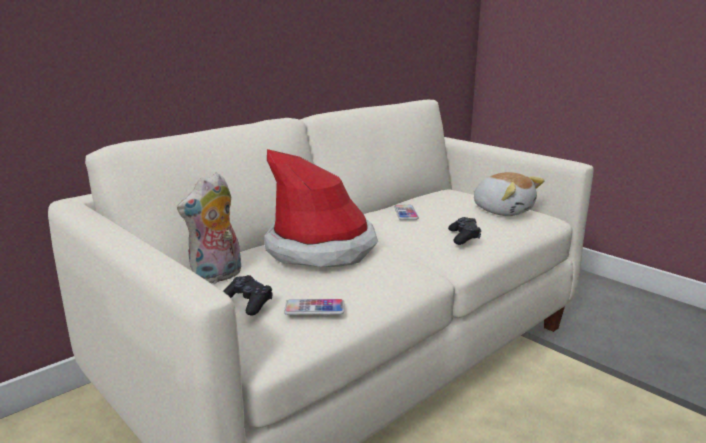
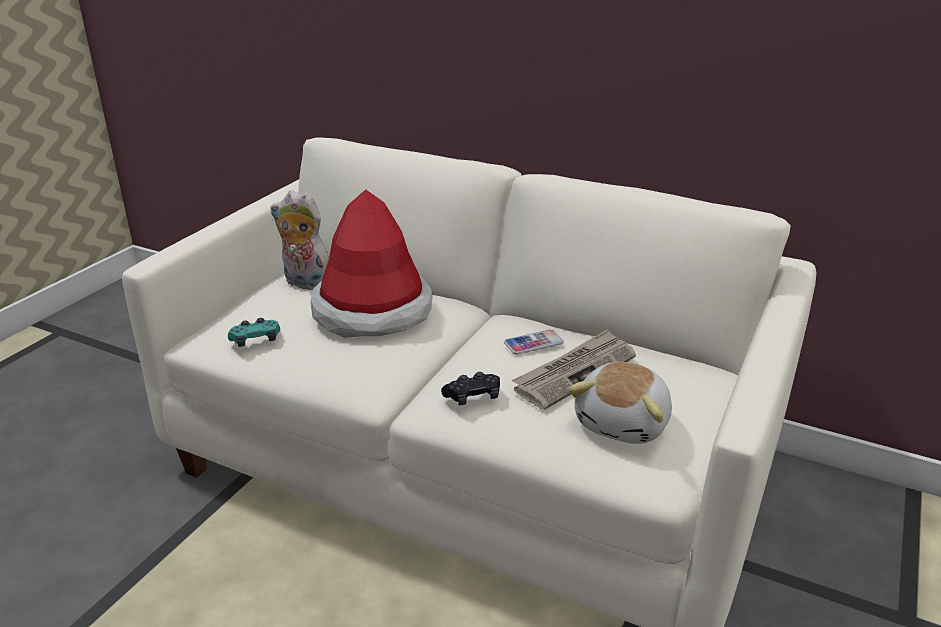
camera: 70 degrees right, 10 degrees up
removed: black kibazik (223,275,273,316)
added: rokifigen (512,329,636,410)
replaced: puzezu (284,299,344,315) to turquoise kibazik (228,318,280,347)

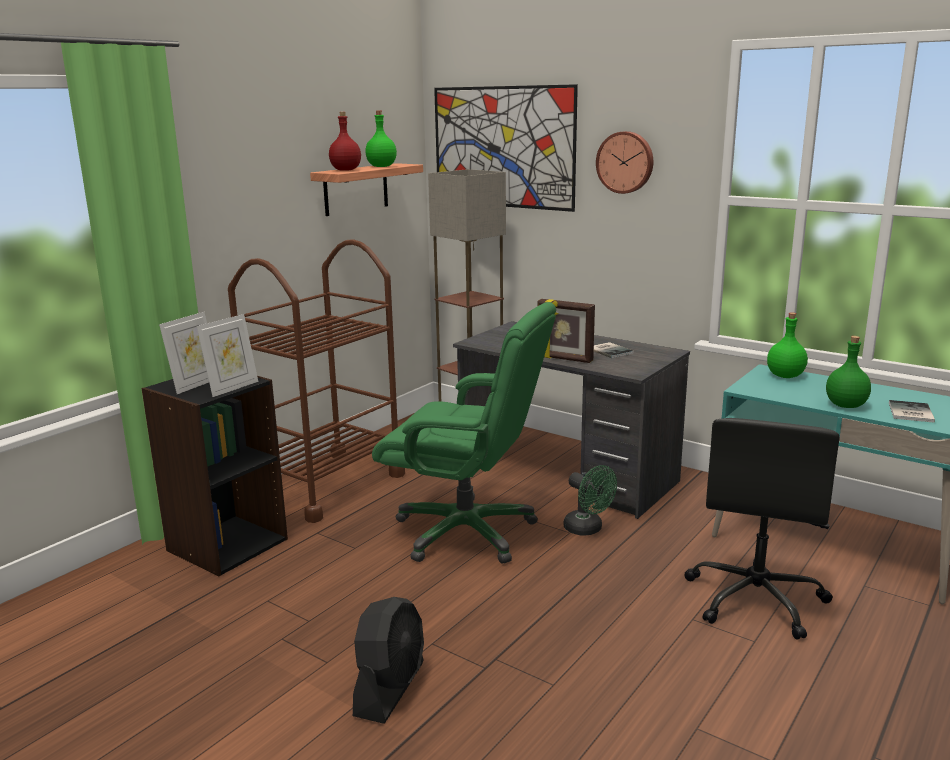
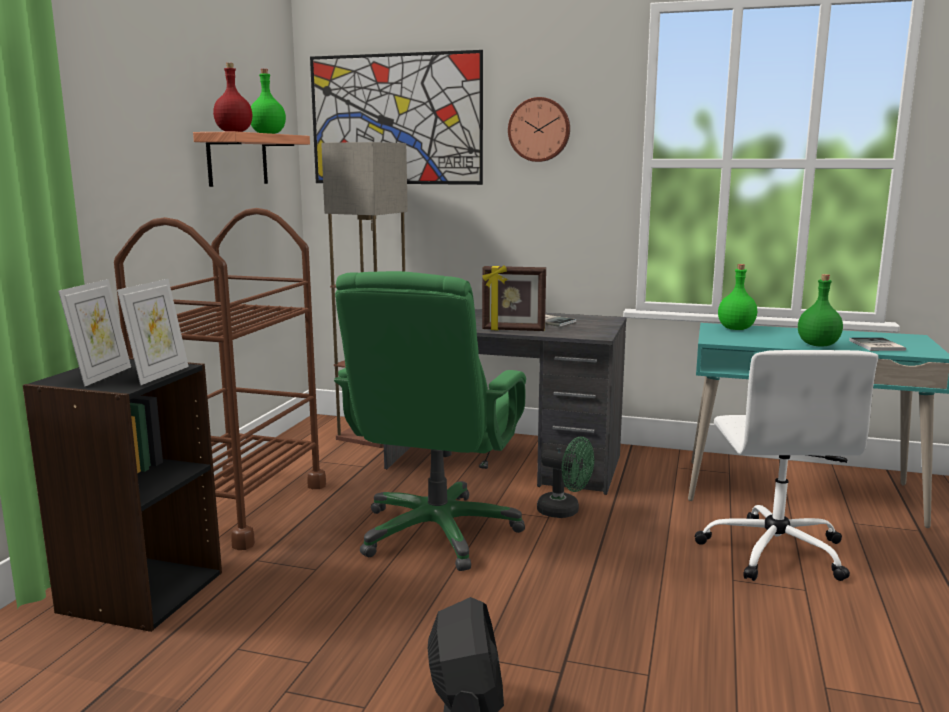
camera: 20 degrees left, 5 degrees down
recoloured: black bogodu (684,418,839,640) to white bogodu (695,350,878,581)
turned: green bogodu (372,302,556,564) = (334,271,526,571) 105 degrees clockwise

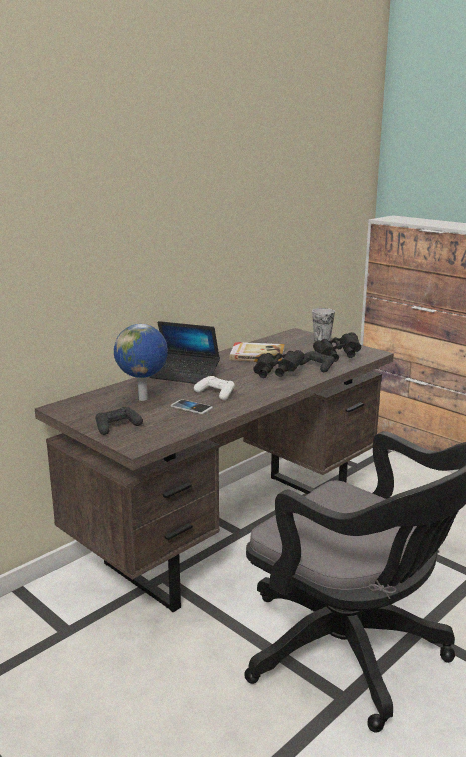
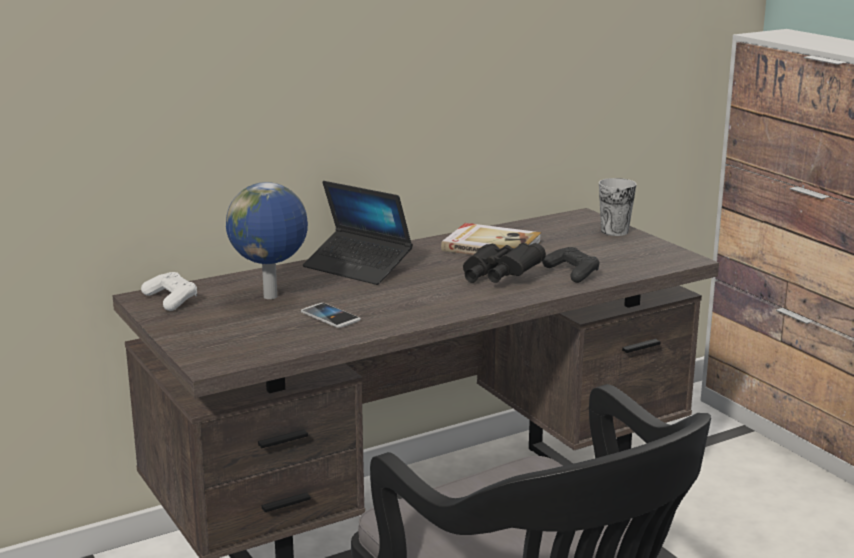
camera: 15 degrees right, 0 degrees up
removed: black kibazik (95,407,143,435); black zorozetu (313,332,361,362)
moved: white kibazik (194,376,235,400) to (141,272,197,311)

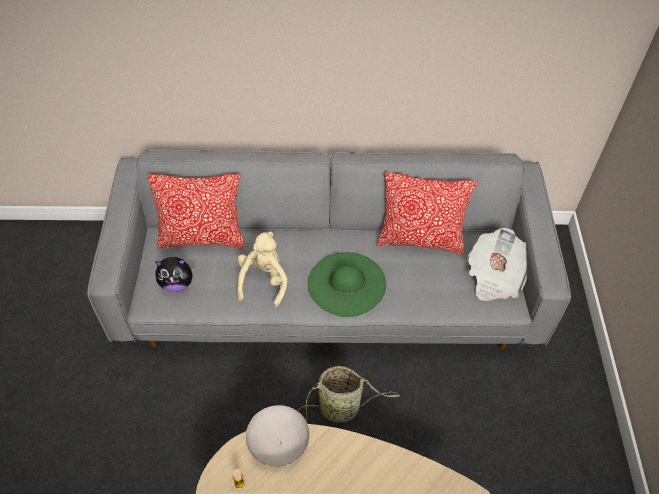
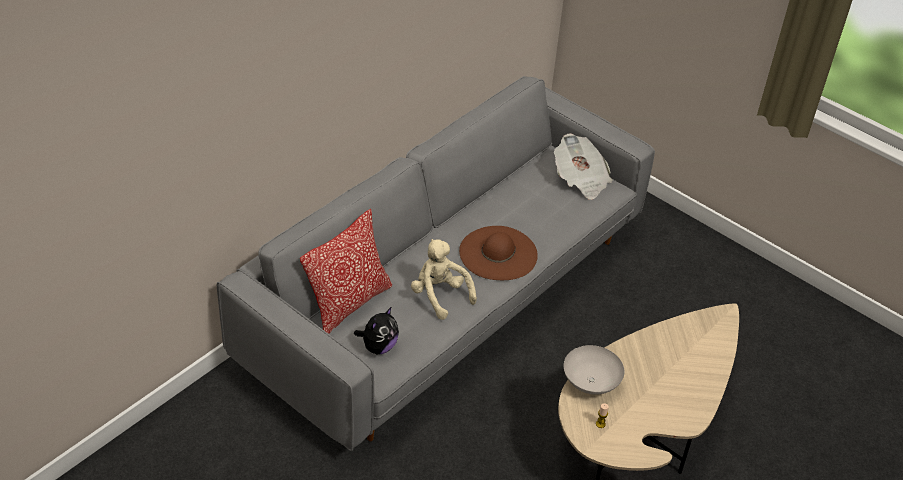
camera: 50 degrees left, 10 degrees down
removed: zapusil (298,366,400,423); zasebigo (377,172,478,255)
recoloured: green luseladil (308,252,386,317) to brown luseladil (459,226,538,280)

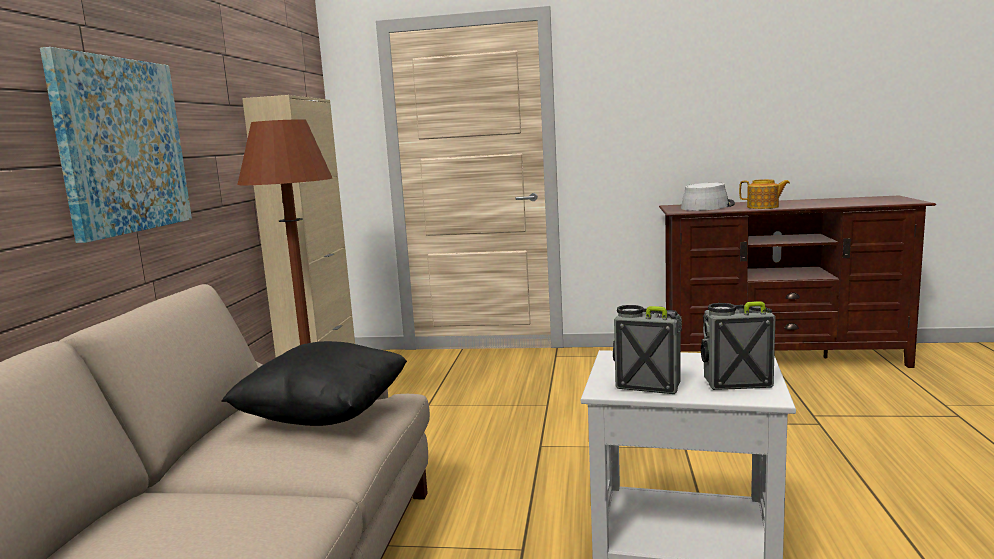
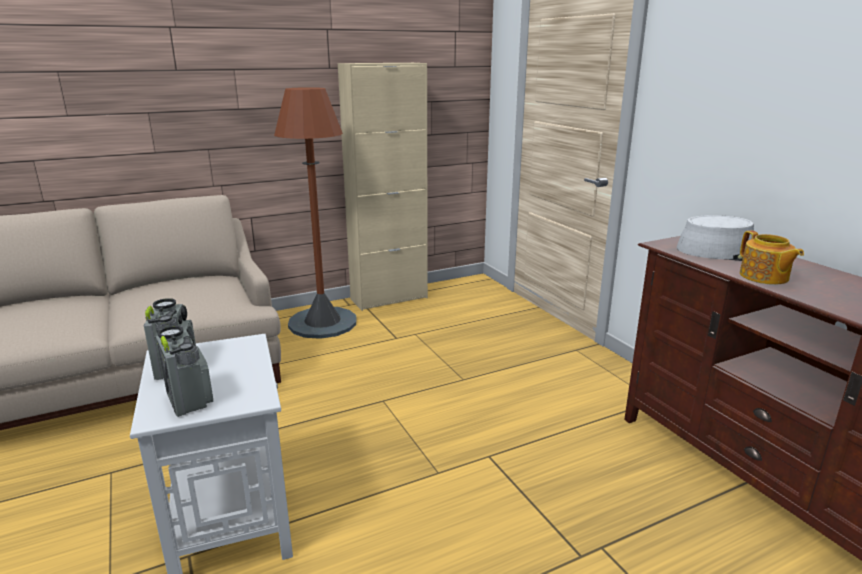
camera: 55 degrees right, 10 degrees up
removed: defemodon (40,47,192,243); black zasebigo (221,341,407,426)

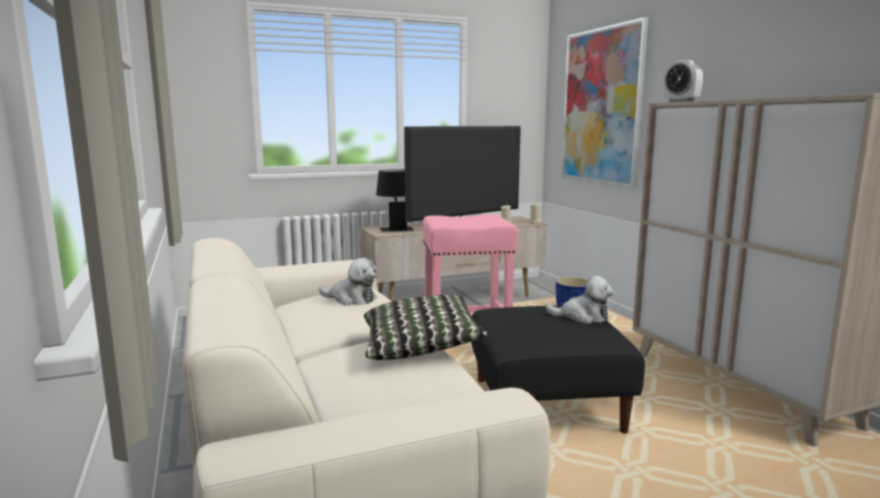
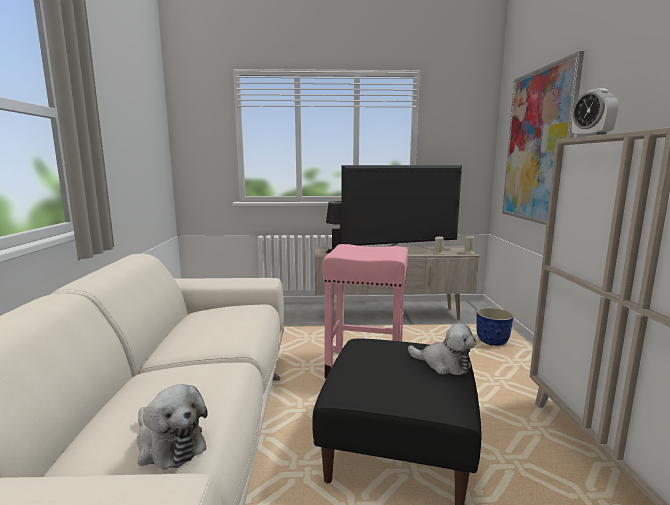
camera: 20 degrees right, 0 degrees up
removed: zasebigo (364,295,487,360)
moved: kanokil (319,258,377,305) to (137,384,208,470)

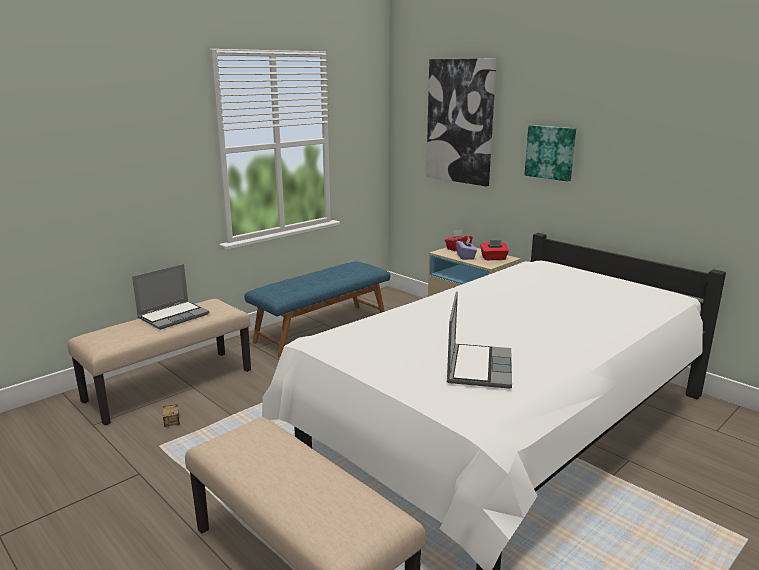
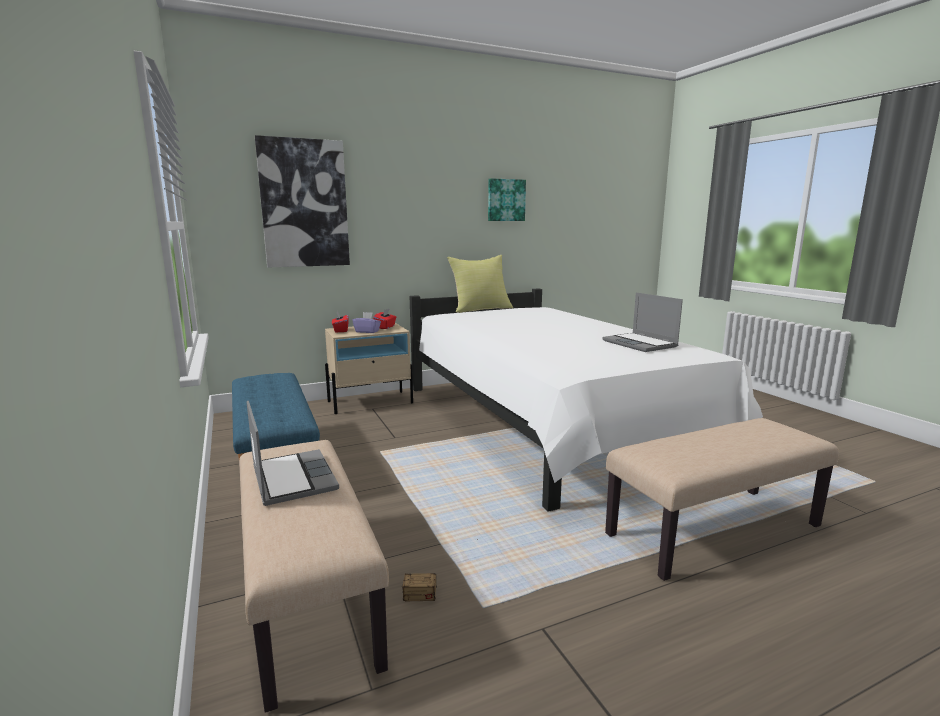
camera: 70 degrees left, 5 degrees down
added: yellow zasebigo (447,255,513,313)
moved: defemodon (524,125,576,182) to (488,178,526,221)
turned: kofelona (447,291,512,389) = (603,292,683,352) 150 degrees counterclockwise

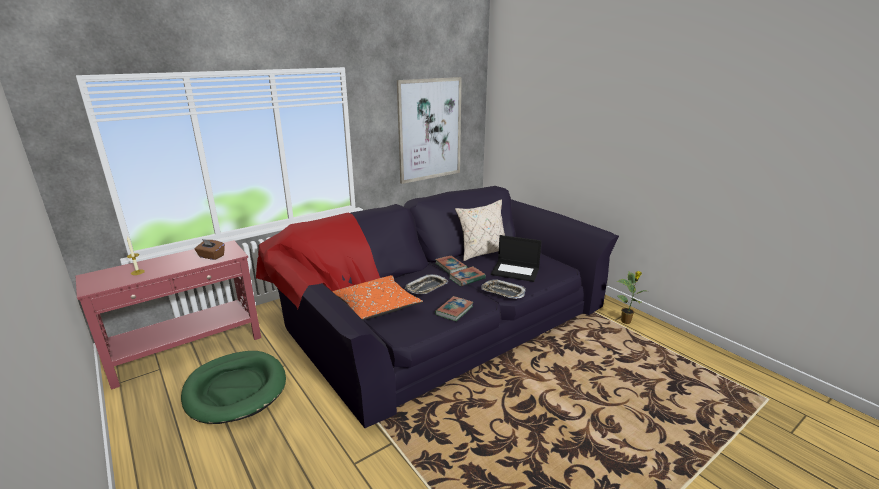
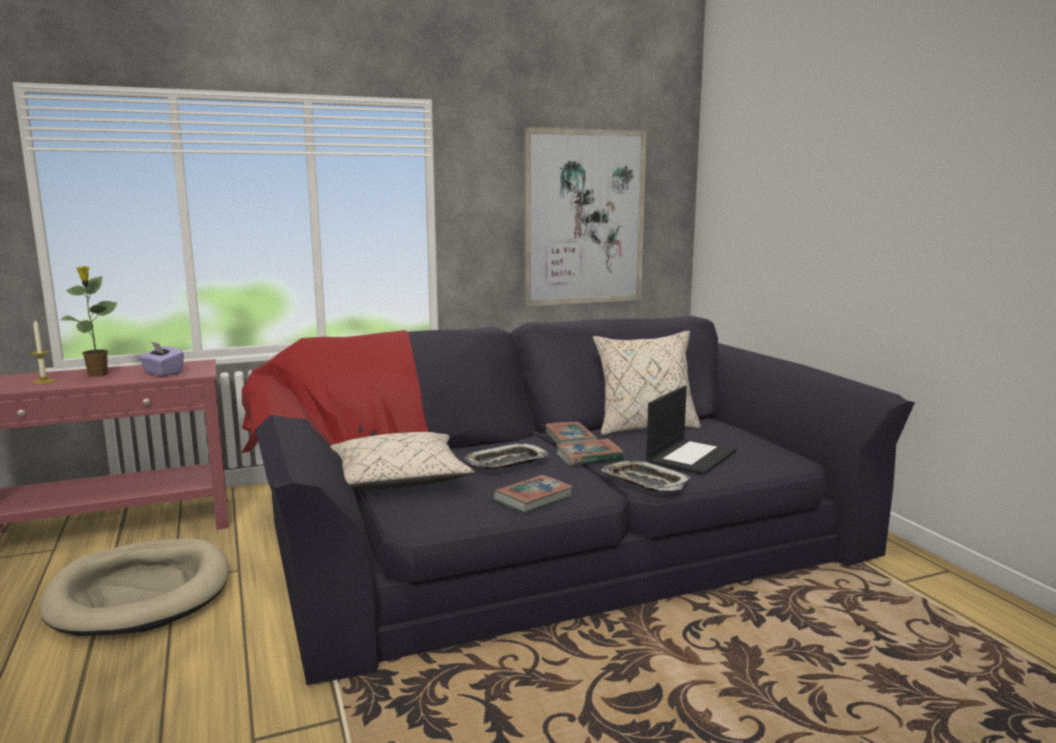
camera: 15 degrees right, 10 degrees down
moved: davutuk (617,271,646,324) to (60,266,117,377)
recoloured: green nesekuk (181,351,286,424) to beige nesekuk (40,539,229,636); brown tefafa (194,239,225,260) to purple tefafa (139,341,184,376); orange zasebigo (332,275,423,320) to beige zasebigo (330,432,475,490)
turned: kofelona (491,235,542,282) = (646,386,737,475) 90 degrees counterclockwise

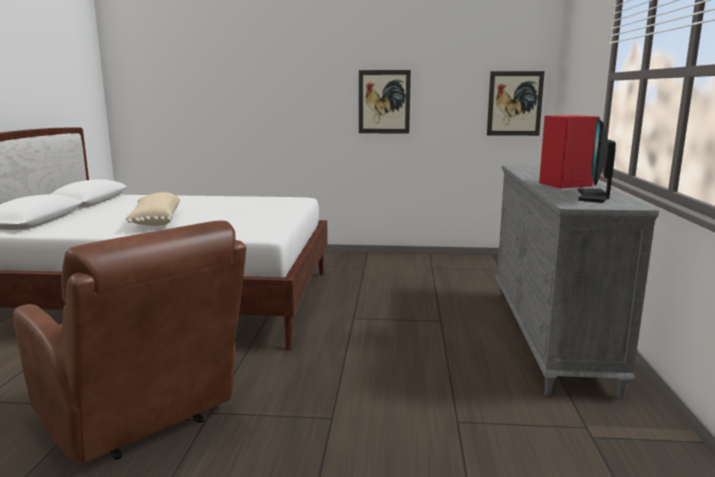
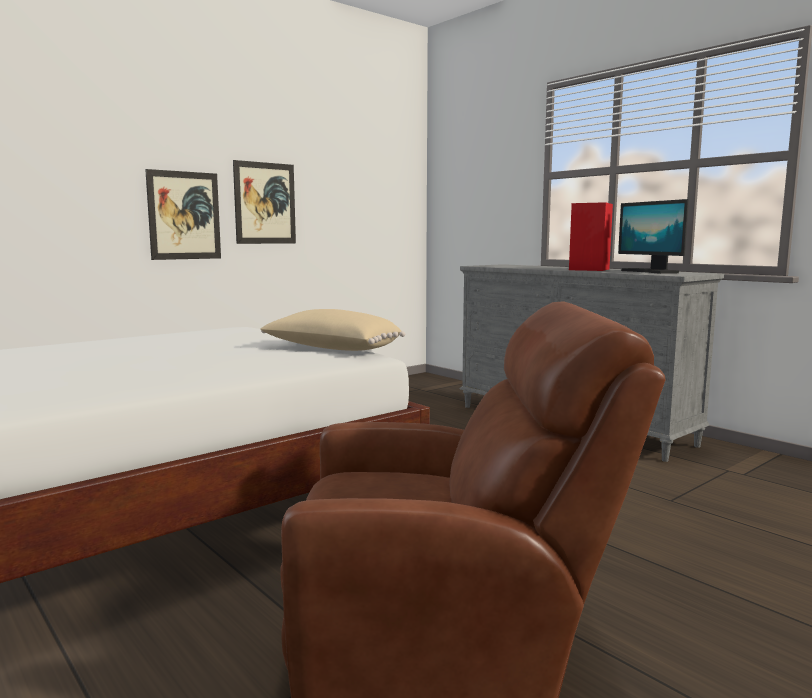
camera: 45 degrees left, 5 degrees down
moved: beige zasebigo (125,192,180,226) to (260,309,405,351); defemodon (487,71,545,136) to (145,169,221,260)

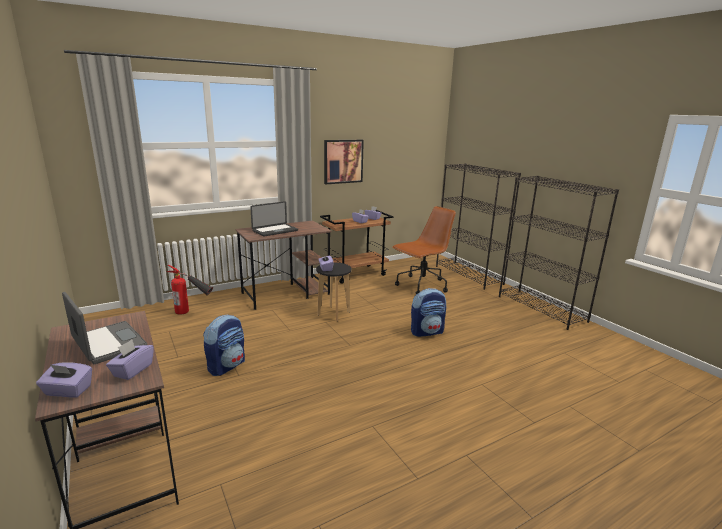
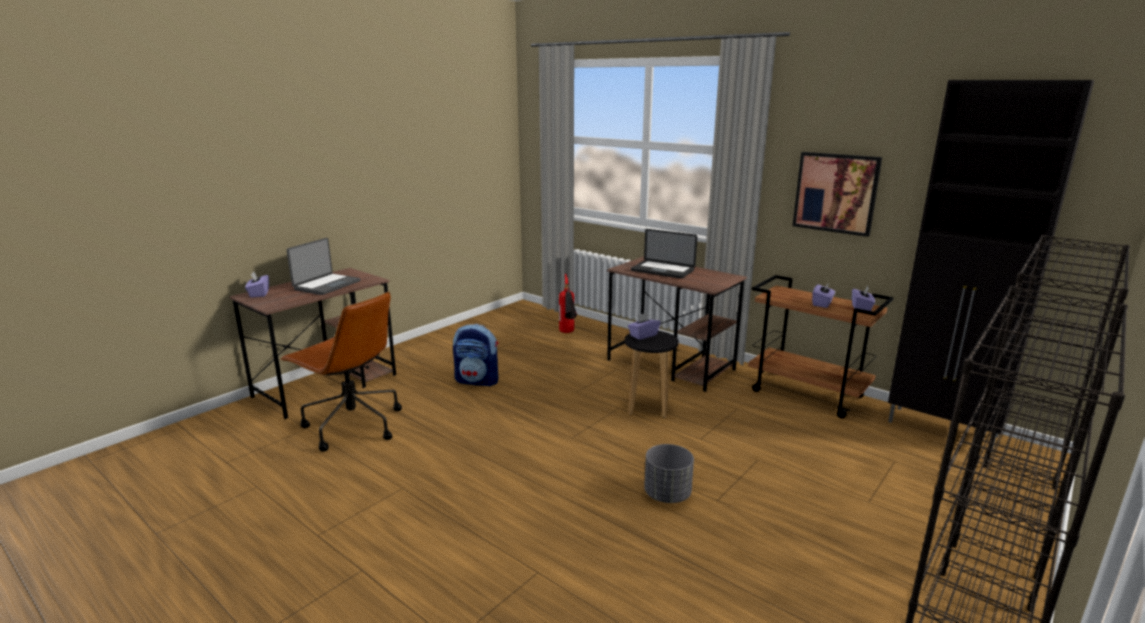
camera: 70 degrees right, 0 degrees up
removed: purple tefafa (106,340,154,380)
added: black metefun (888,80,1095,453)
moved: brown bogodu (392,206,456,294) to (280,292,402,451)
replaced: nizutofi (411,288,446,337) to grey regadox (644,444,694,503)

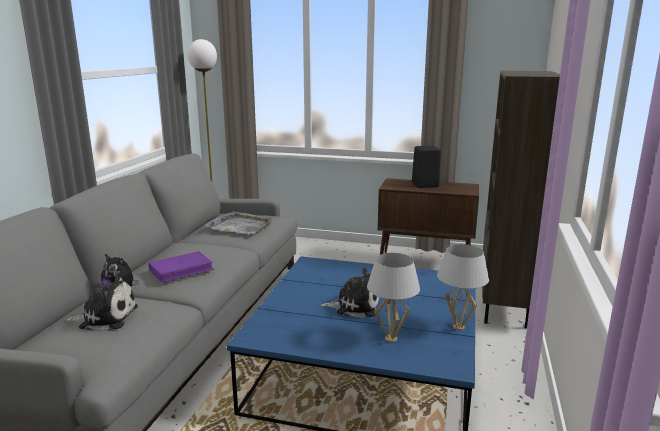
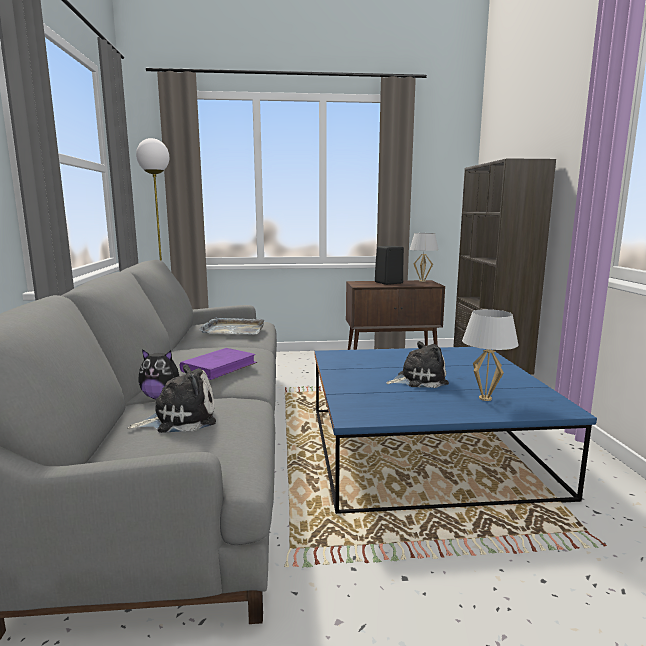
camera: 20 degrees left, 5 degrees down
moved: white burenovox (437,244,489,330) to (409,233,439,282)

